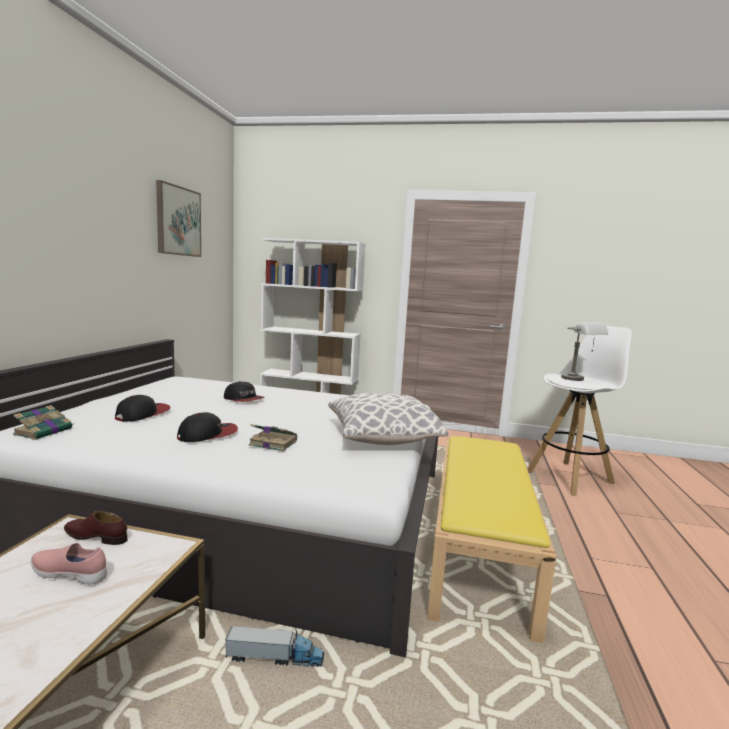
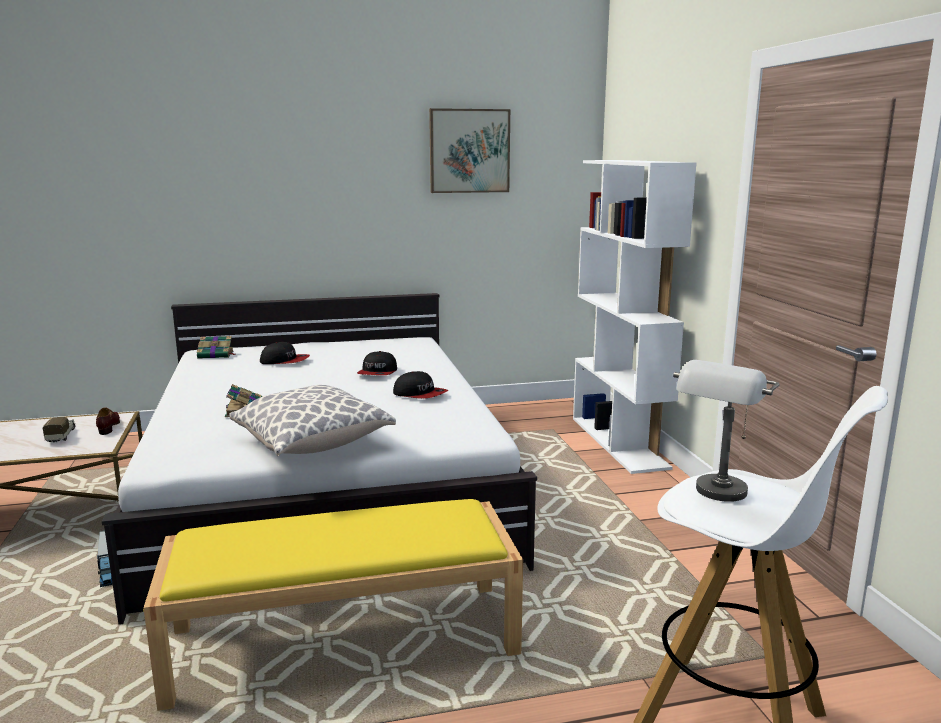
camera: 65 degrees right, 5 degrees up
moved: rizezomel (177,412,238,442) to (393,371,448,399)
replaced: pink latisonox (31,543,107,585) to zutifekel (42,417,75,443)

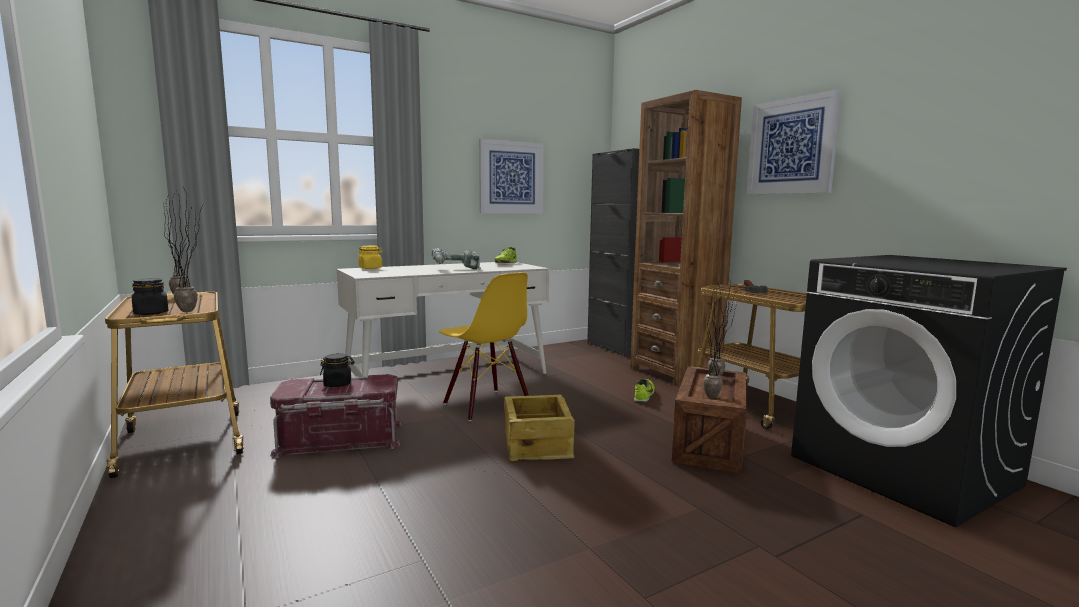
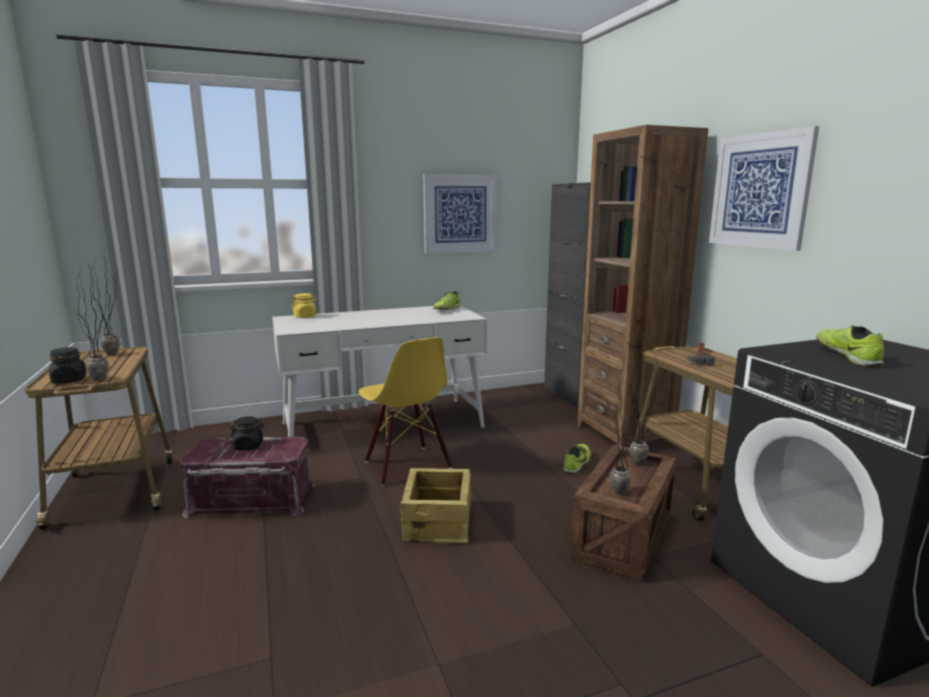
camera: 10 degrees right, 5 degrees up
removed: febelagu (432,248,481,270)
added: latisonox (816,326,884,366)

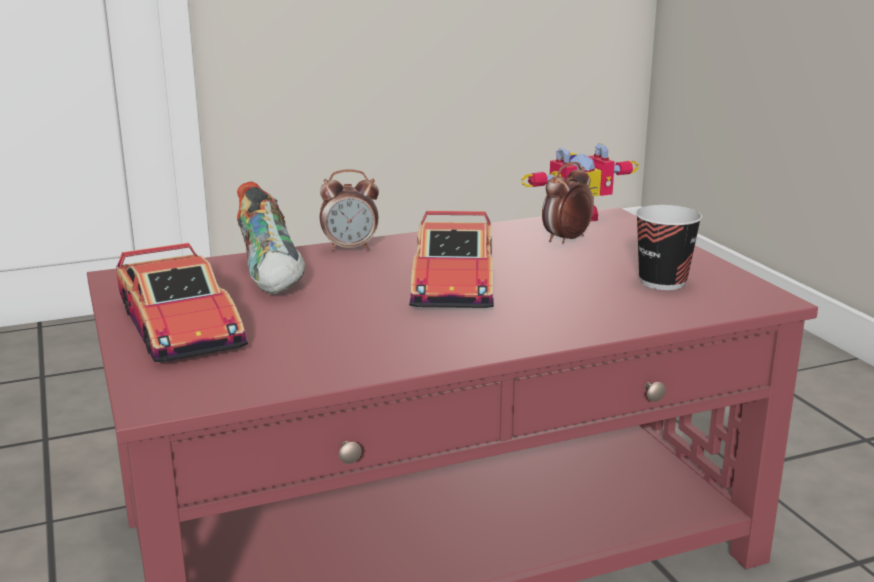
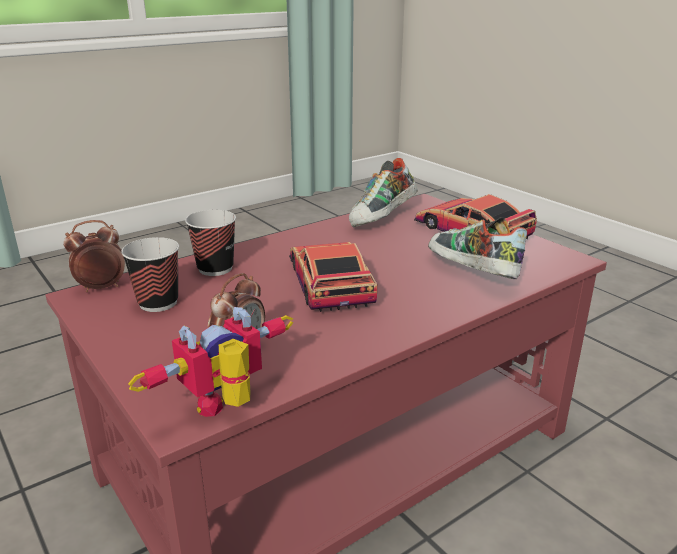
camera: 165 degrees right, 5 degrees up
added: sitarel (185,210,236,276); latisonox (349,158,418,227)
moved: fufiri (320,169,379,252) to (63,220,125,292)

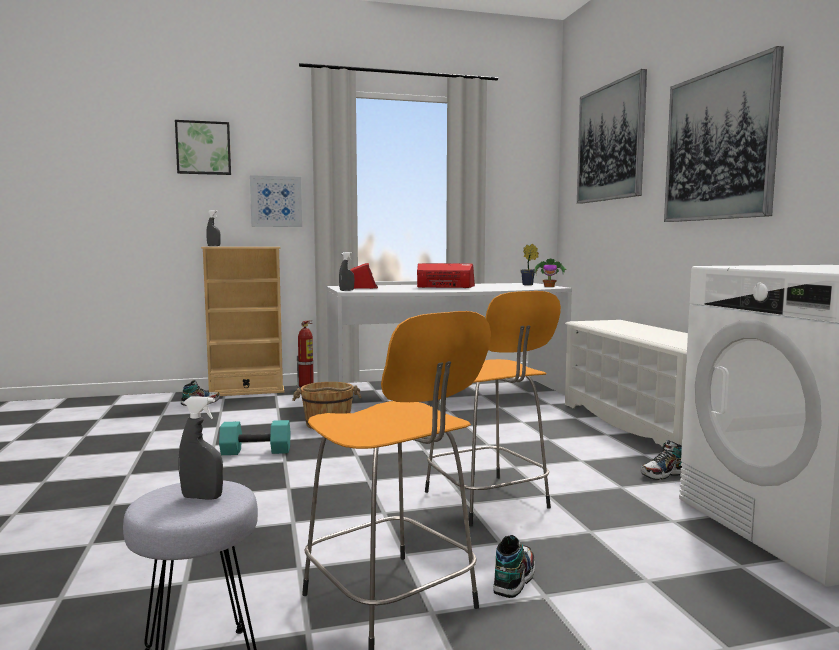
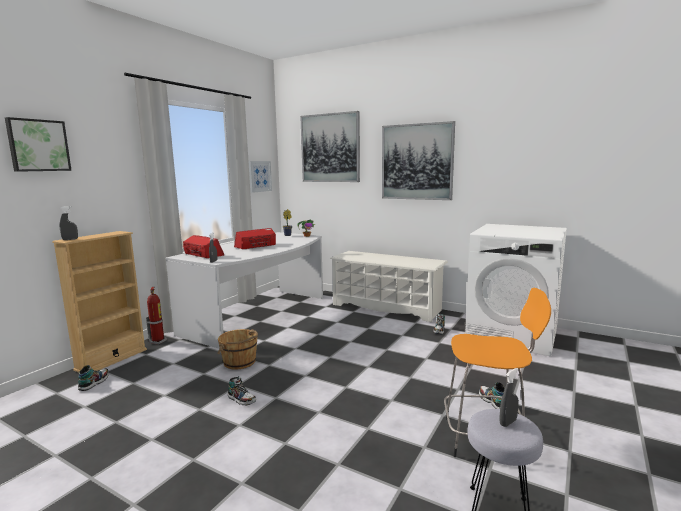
camera: 45 degrees left, 5 degrees up
removed: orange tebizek (425,291,561,526)
moved: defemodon (250,175,302,227) to (249,161,272,193)
replaced: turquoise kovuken (219,420,291,455) to latisonox (228,376,256,405)

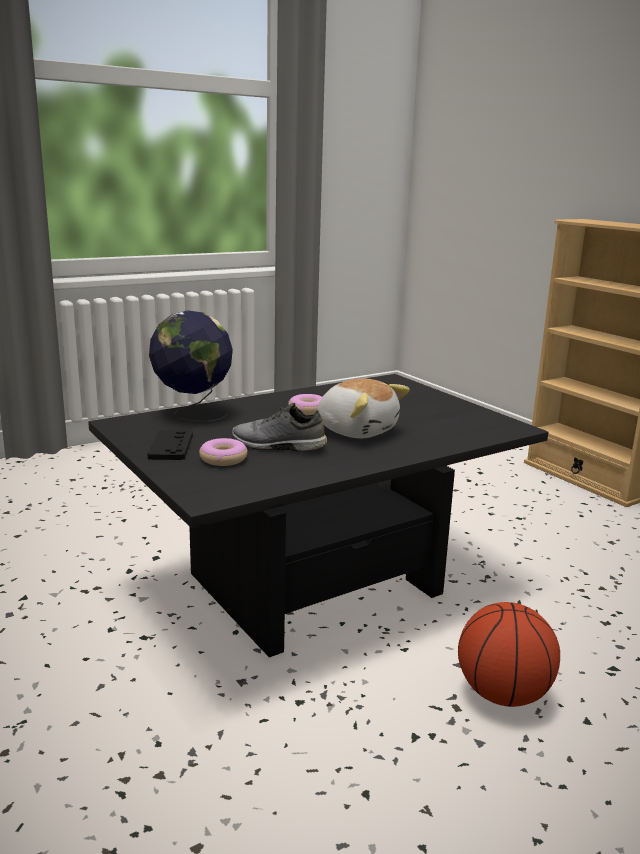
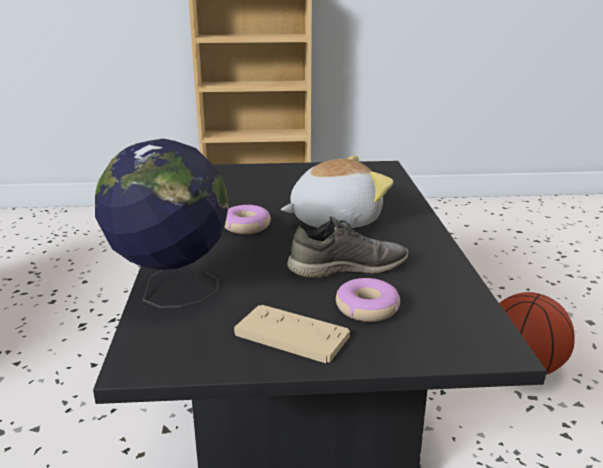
camera: 60 degrees left, 5 degrees up
recoloured: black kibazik (148,430,193,460) to beige kibazik (234,305,350,363)
turned: grey latisonox (232,403,327,452) = (287,216,409,278) 150 degrees counterclockwise

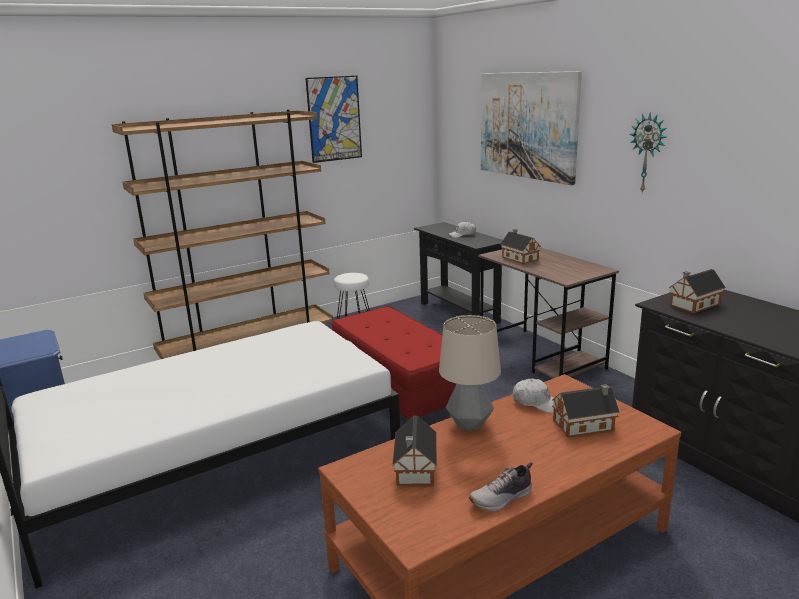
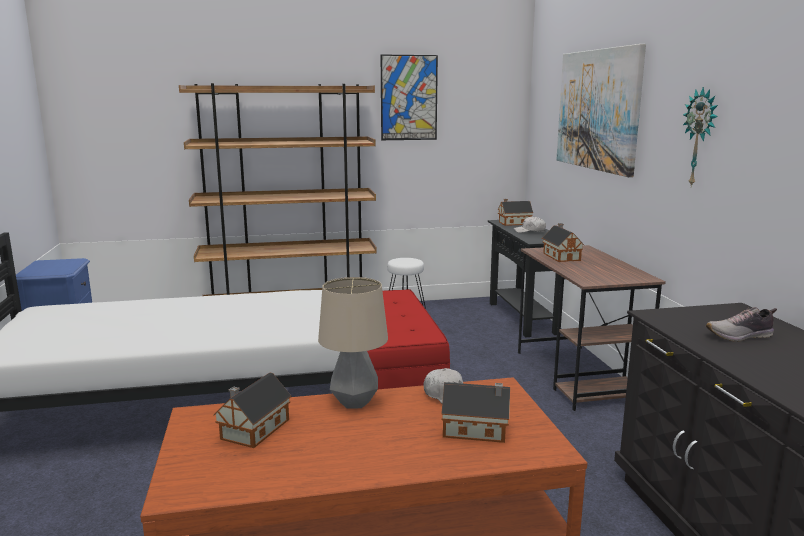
camera: 20 degrees right, 5 degrees down
moved: latisonox (469,462,533,512) to (706,307,777,342); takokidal (669,269,726,313) to (498,199,533,226)

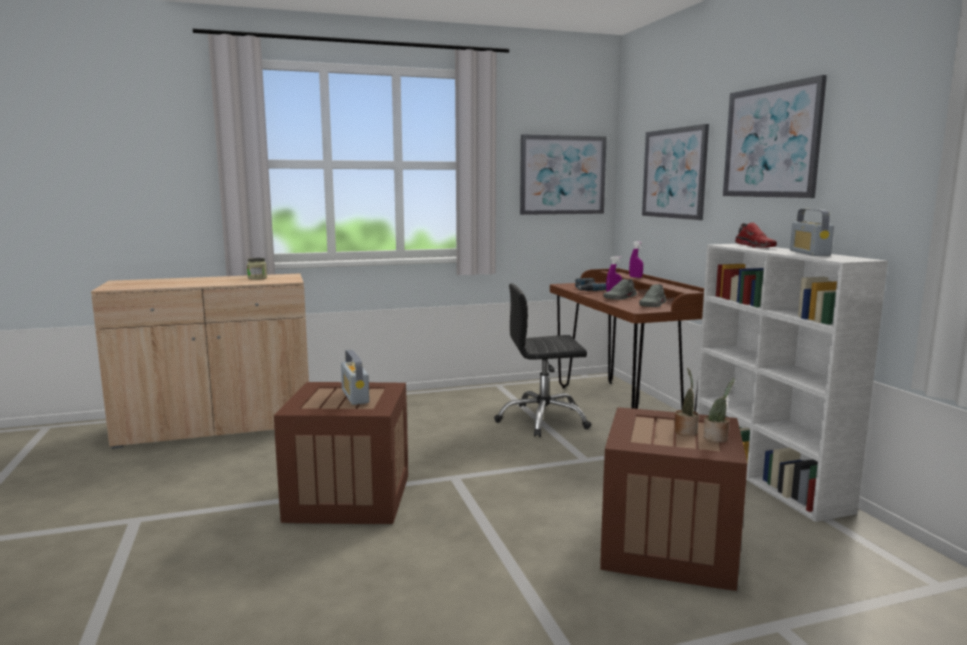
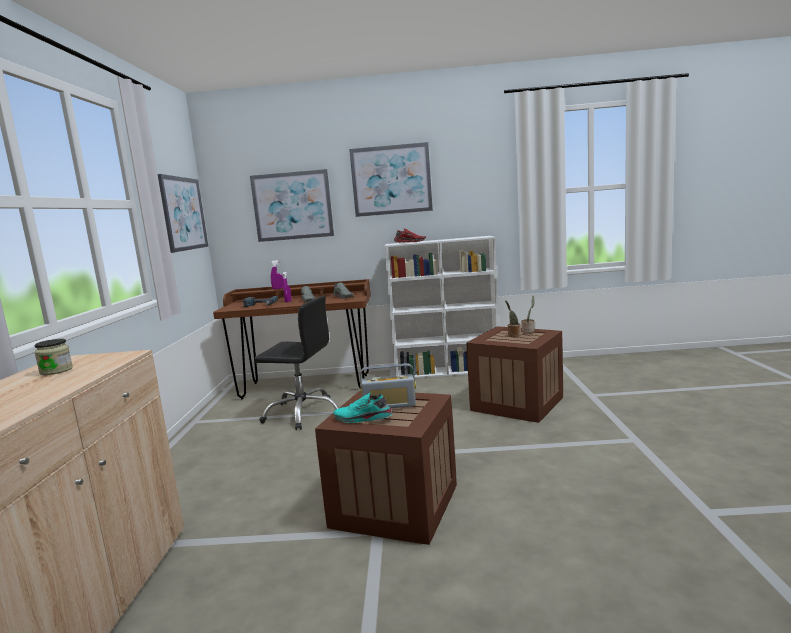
camera: 70 degrees left, 0 degrees up
removed: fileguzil (790,209,834,256)
added: turquoise latisonox (333,393,393,423)
turned: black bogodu (494,283,591,437) = (254,296,339,430) 90 degrees counterclockwise

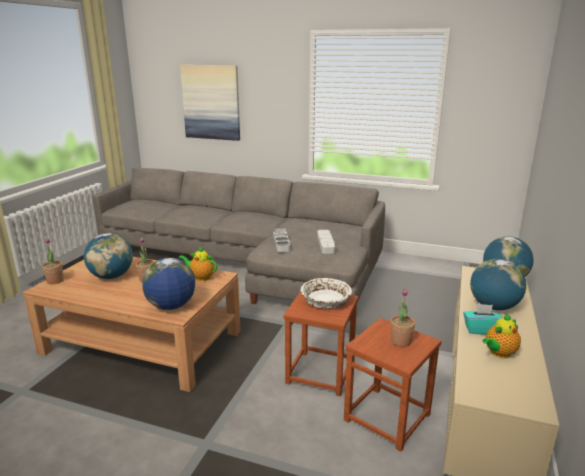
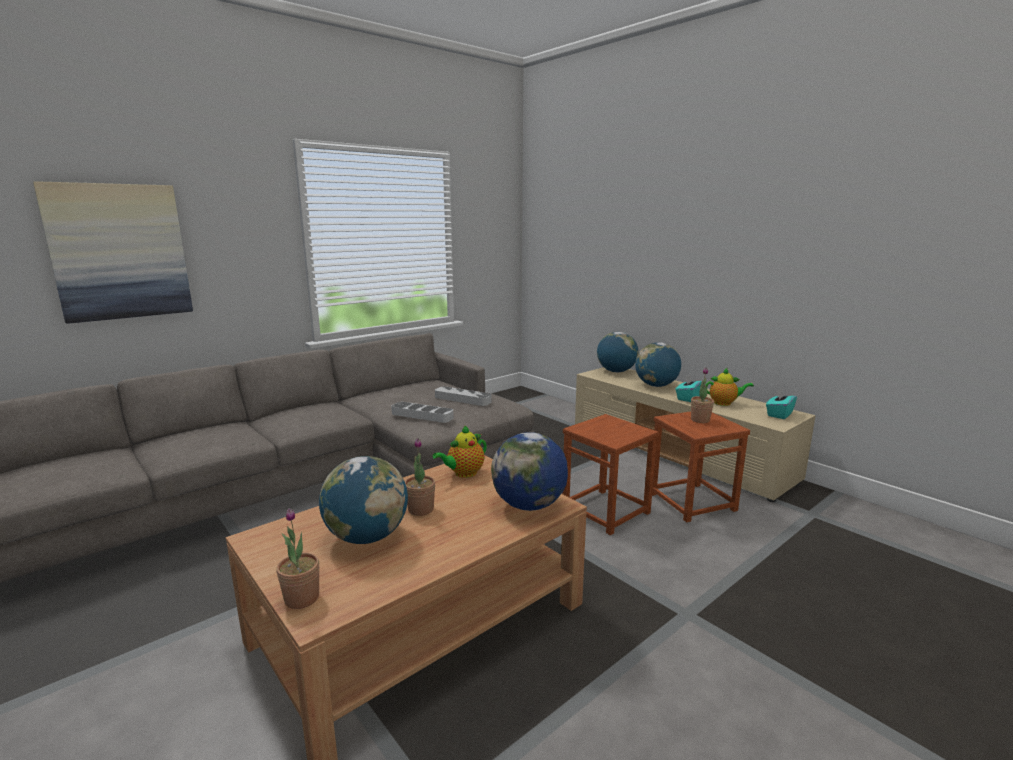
camera: 60 degrees left, 5 degrees down
removed: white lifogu (300,278,352,309)
added: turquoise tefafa (766,388,797,419)
turned: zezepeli (483,313,521,358) = (706,368,754,406) 75 degrees counterclockwise

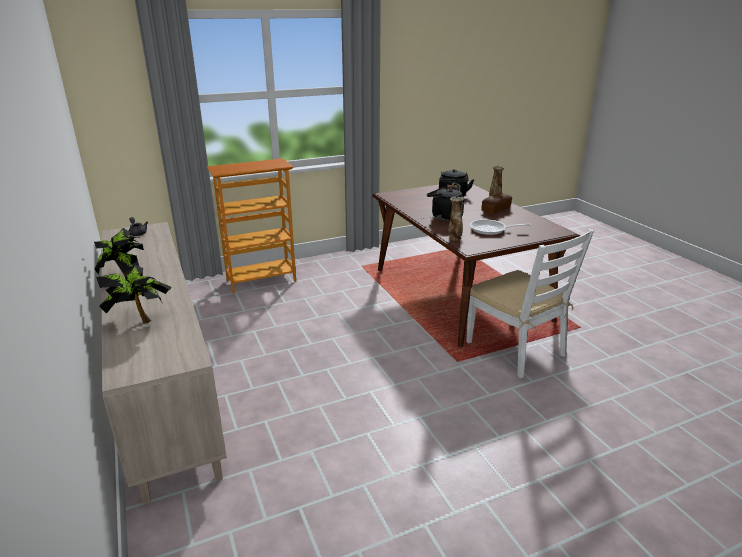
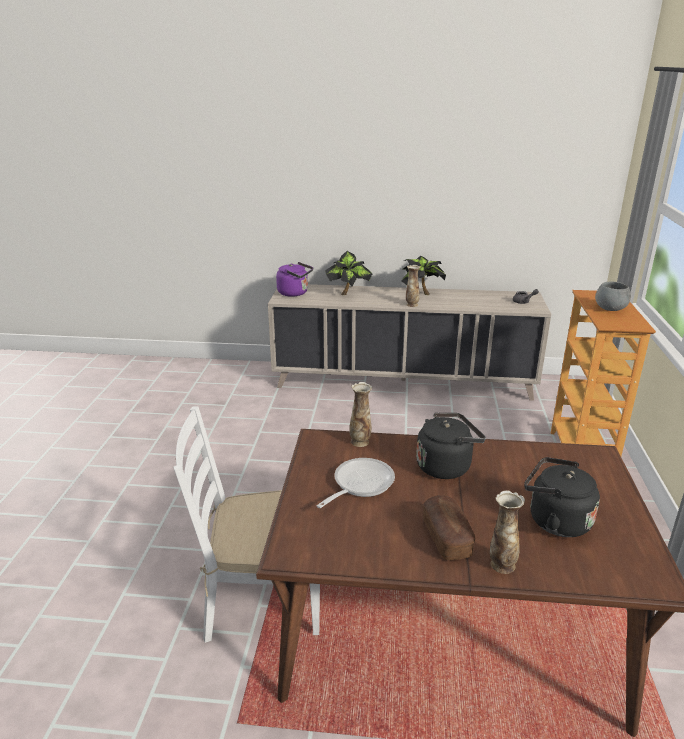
camera: 120 degrees right, 0 degrees up
added: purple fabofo (276,262,313,297); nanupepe (406,265,420,307); grey lifogu (595,281,631,311)

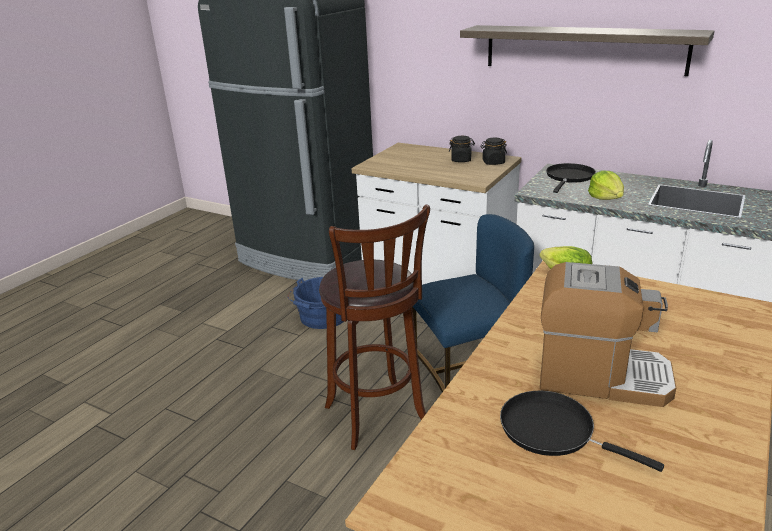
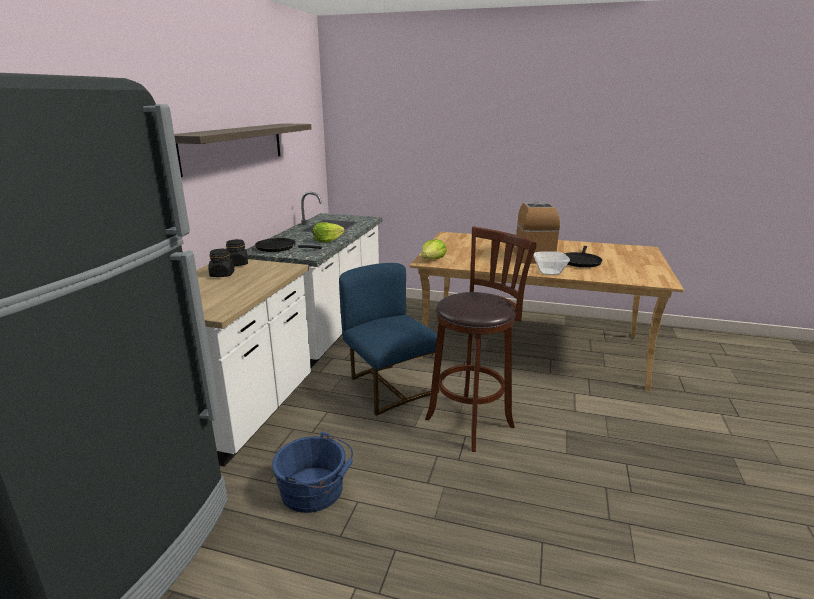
camera: 105 degrees left, 5 degrees down
added: lifogu (533,251,570,275)

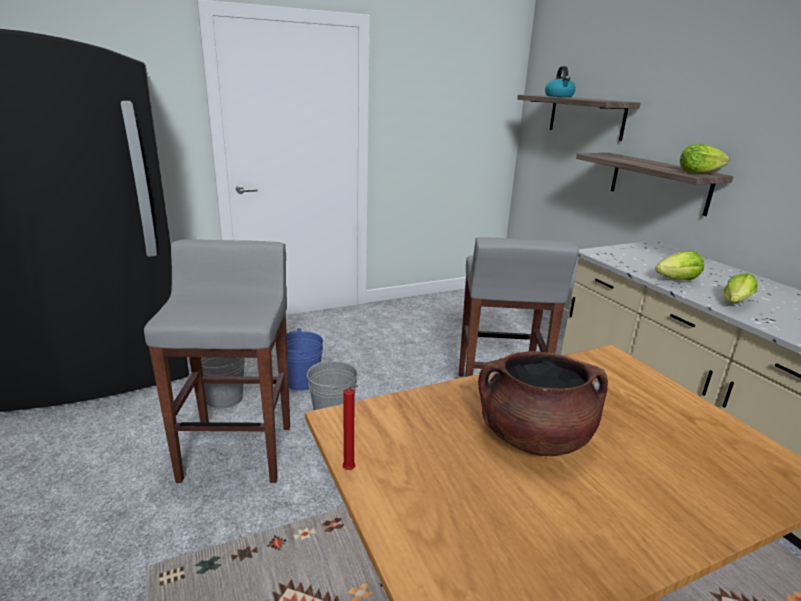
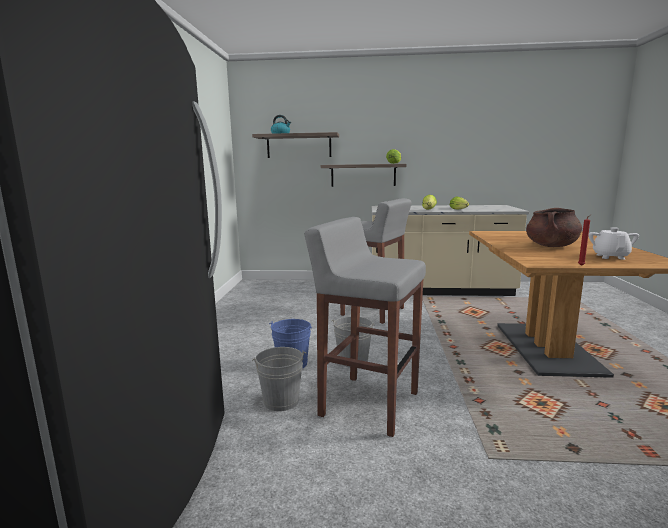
camera: 60 degrees left, 10 degrees down
added: white zezepeli (588,227,639,260)

